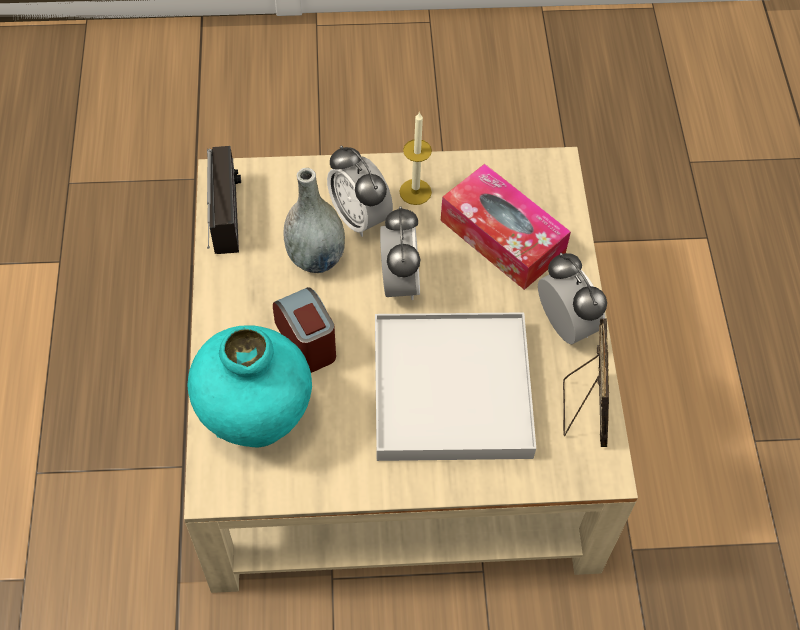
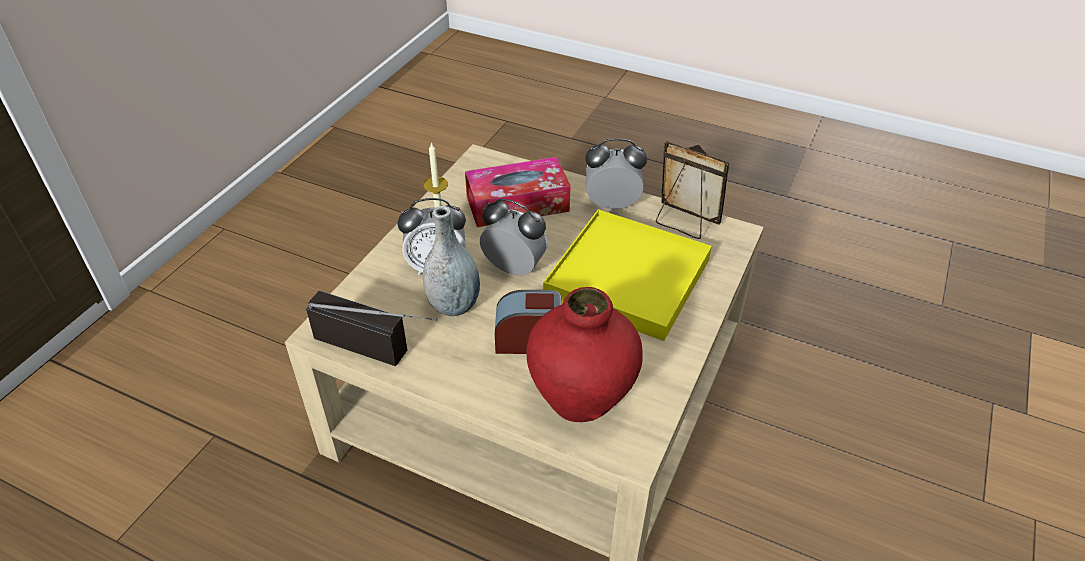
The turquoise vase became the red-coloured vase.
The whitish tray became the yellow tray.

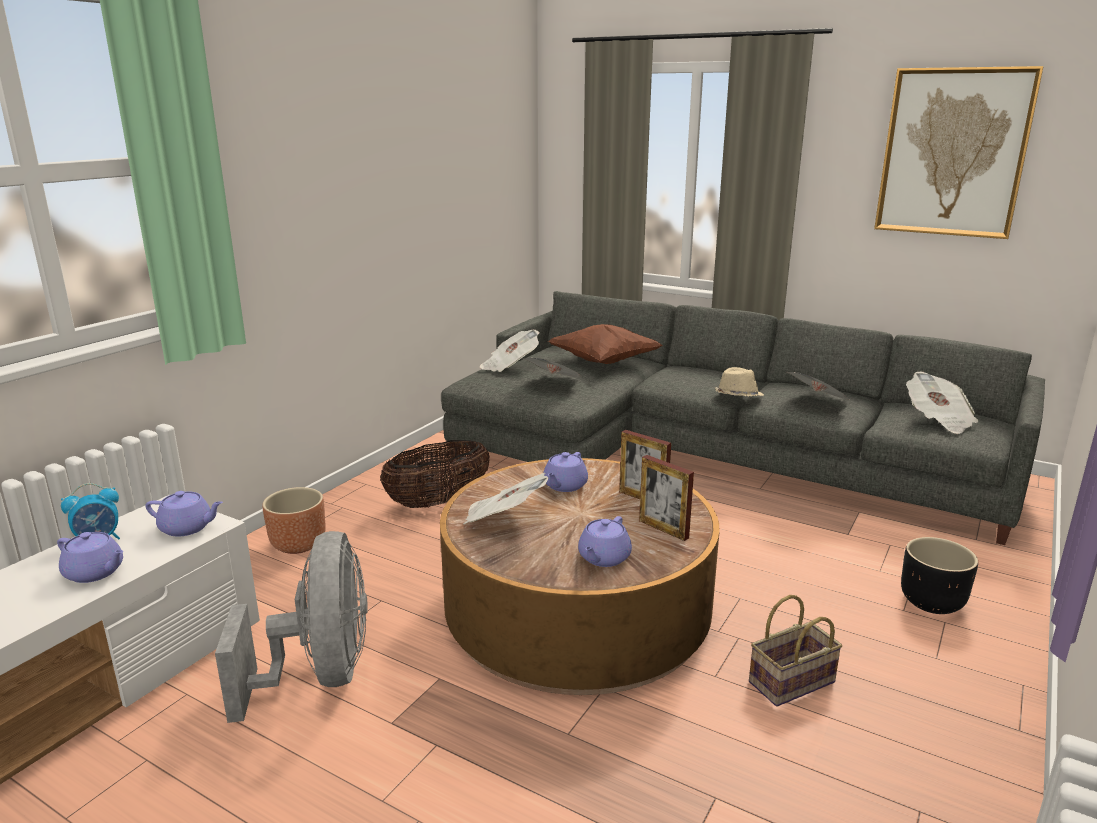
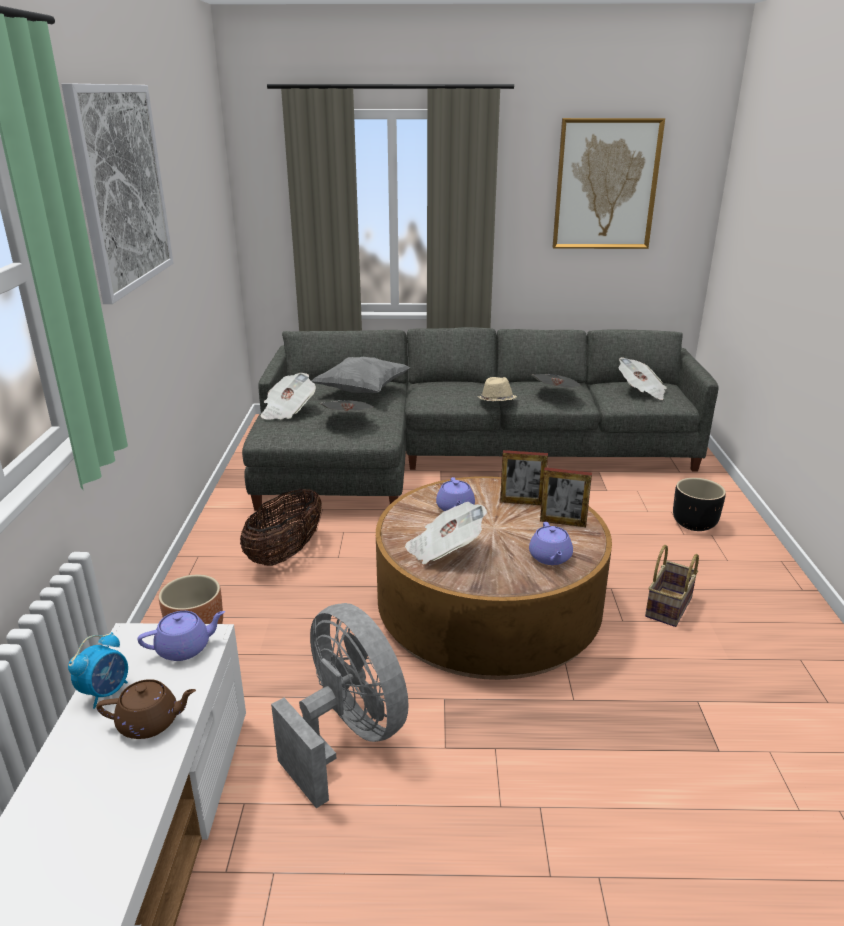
The picture (no. 1 from left) appeared.
The purplish teapot (no. 1 from left) became the brownish teapot.
The brownish pillow became the gray pillow.

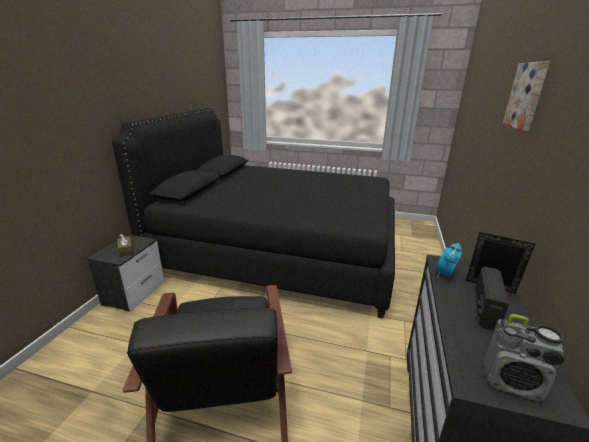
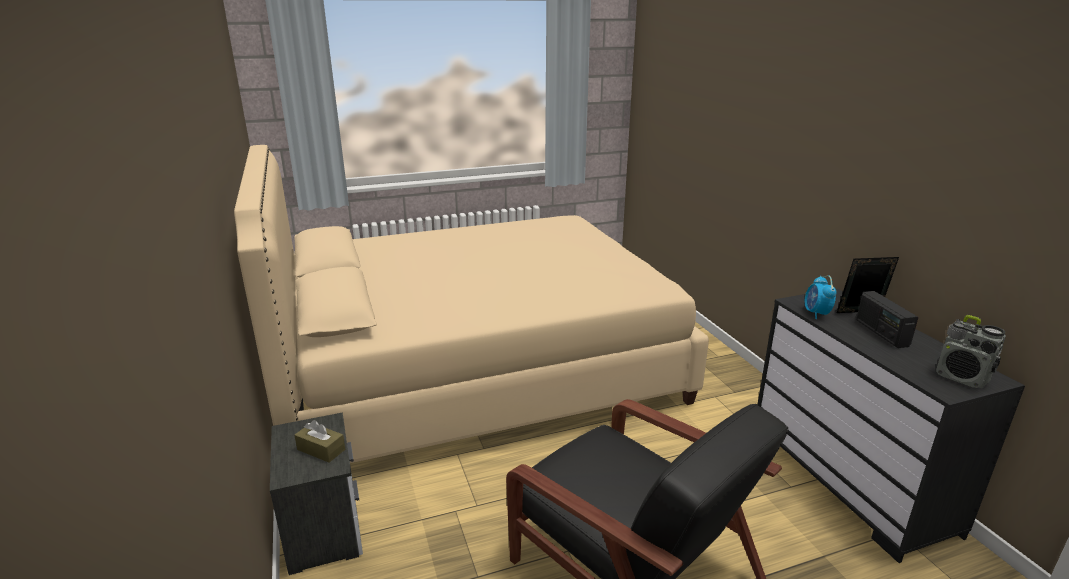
The blackish bedroom bed became the beige-coloured bedroom bed.
The radio receiver (no. 2 from left) turned 60 degrees clockwise.
The picture disappeared.

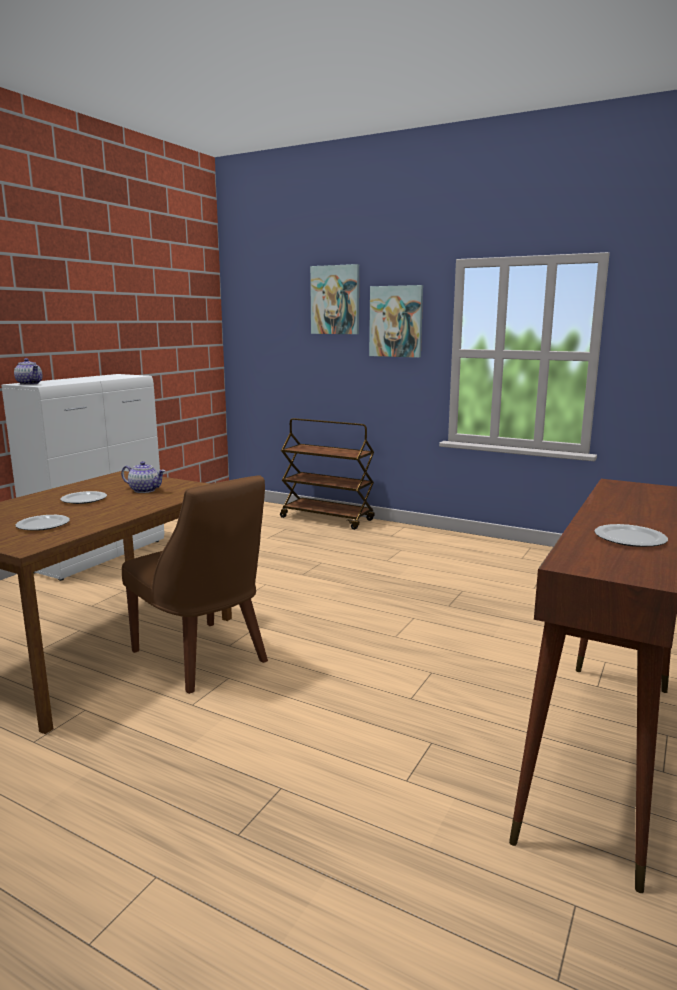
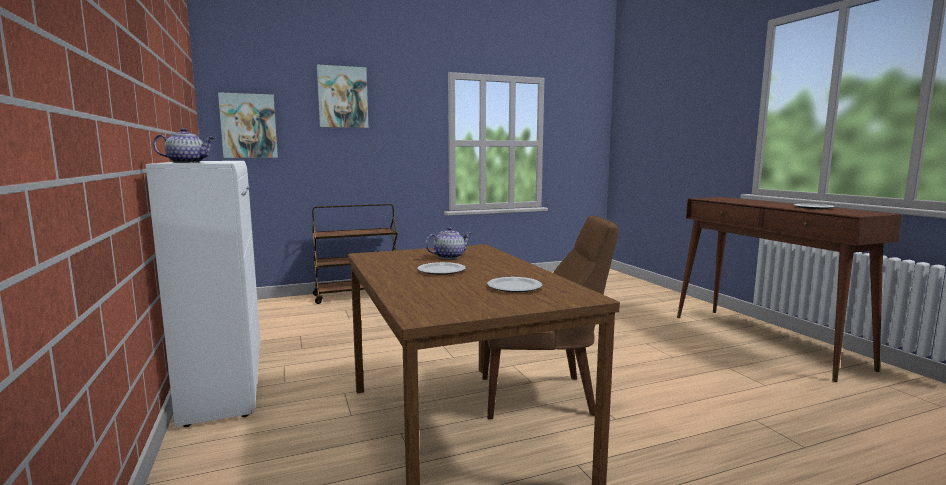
The picture (no. 2 from left in the first image) moved.

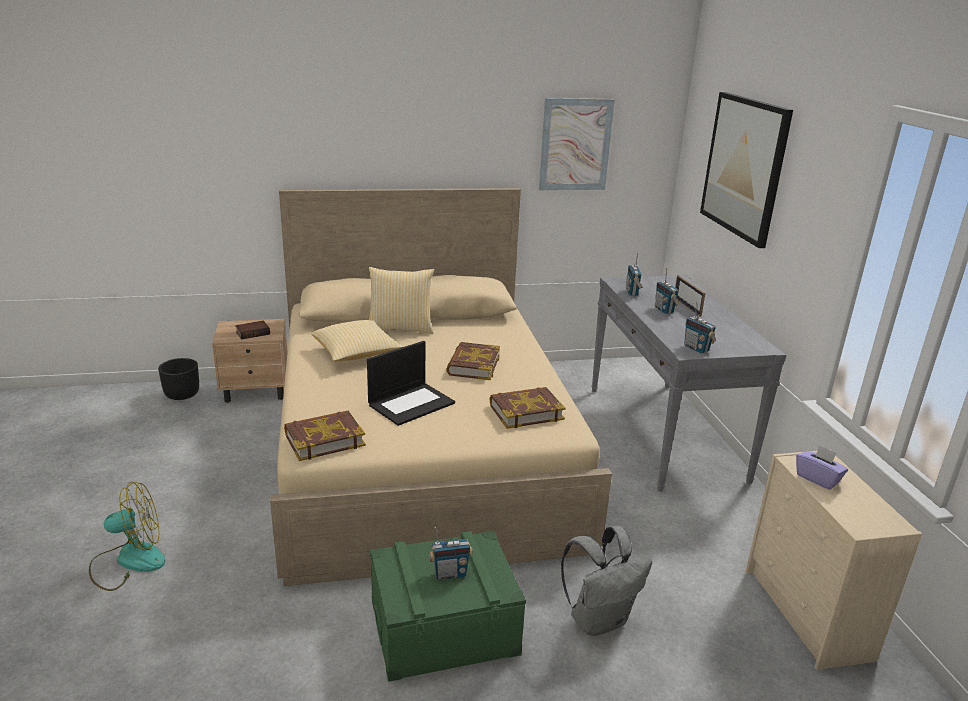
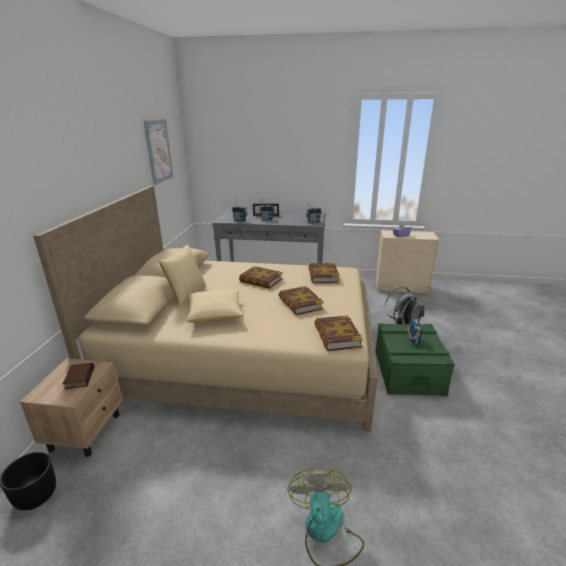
The portable computer was replaced by the volume (no. 3 from left).
The picture (no. 2 from left) disappeared.

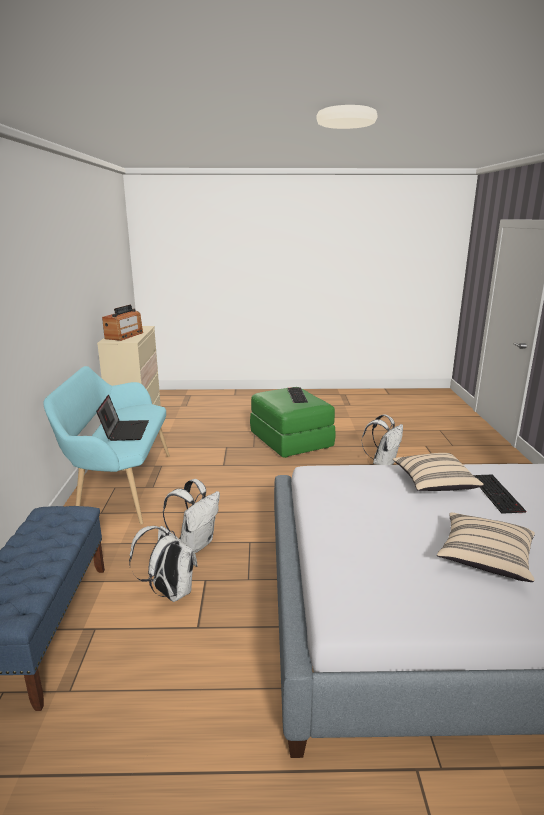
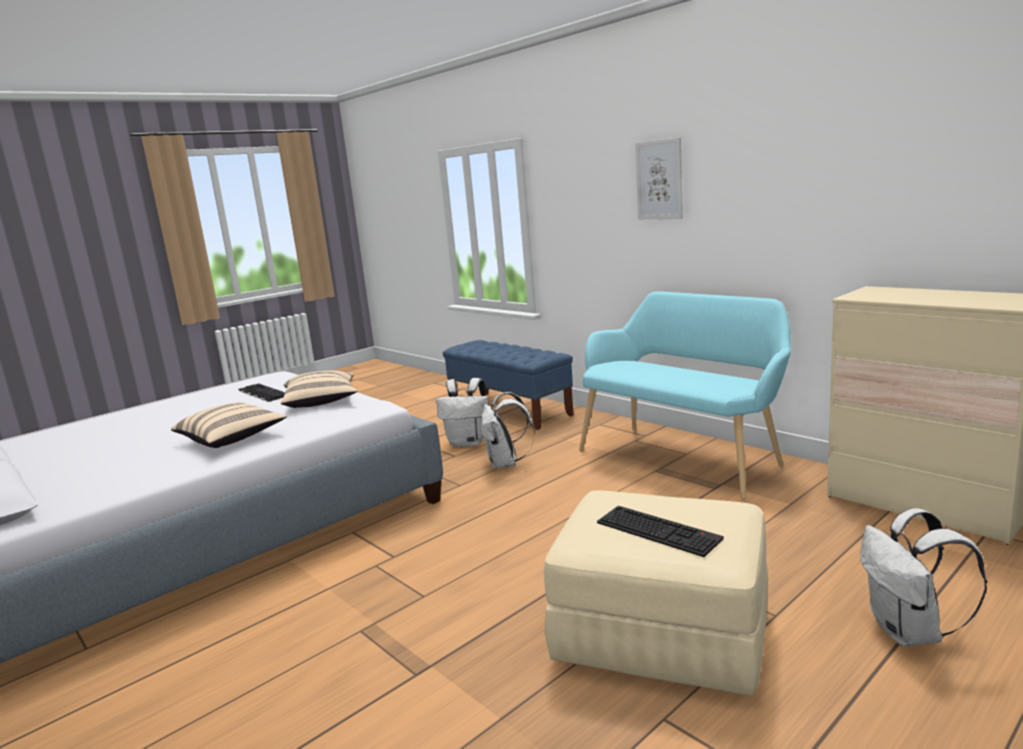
The computer keyboard (no. 2 from left in the first image) moved.
The beige-coloured pillow (no. 2 from left) moved.
The greenish ottoman became the beige-coloured ottoman.
The picture appeared.
The whitish knapsack (no. 3 from left) moved.
The portable computer disappeared.
The radio receiver disappeared.

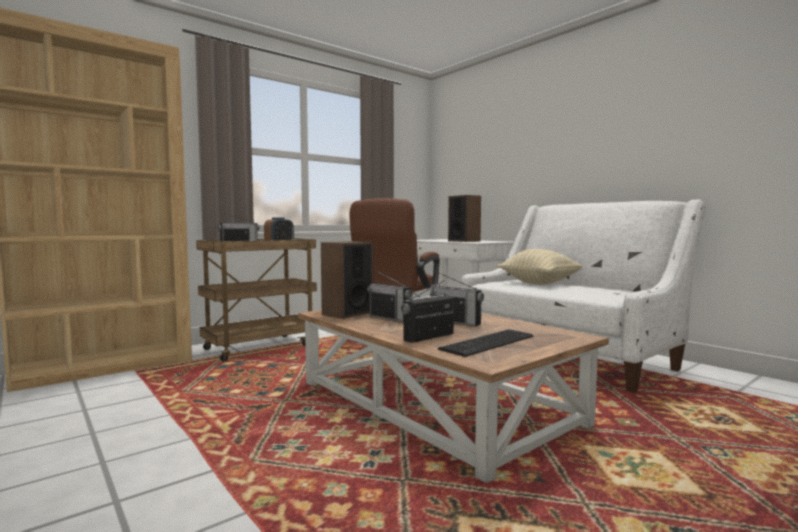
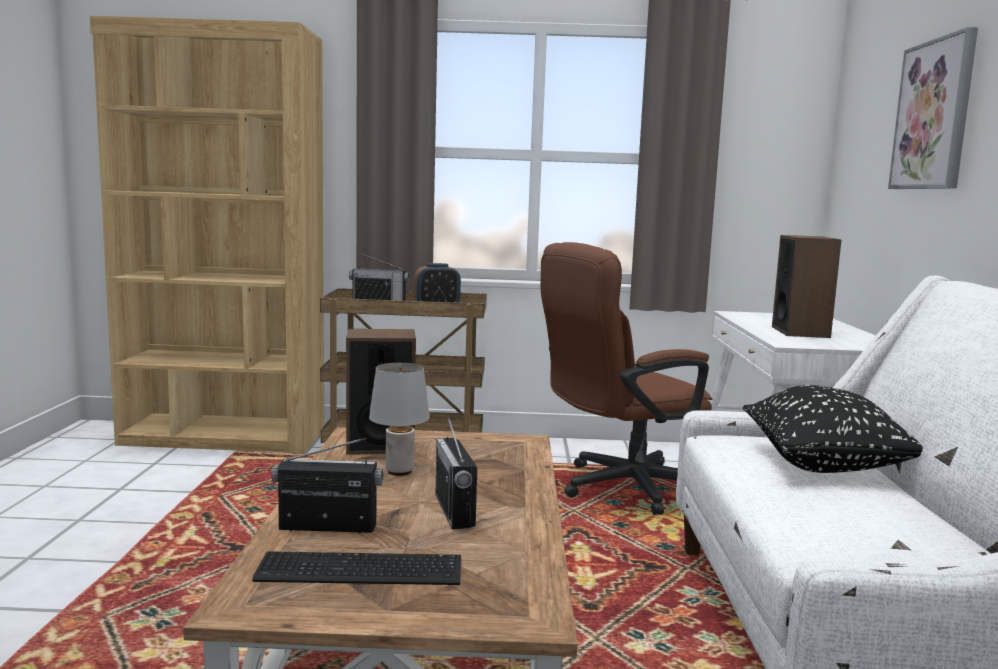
The radio receiver (no. 2 from left) was replaced by the gray lamp for a table.
The beige-coloured pillow became the blackish pillow.
The picture appeared.

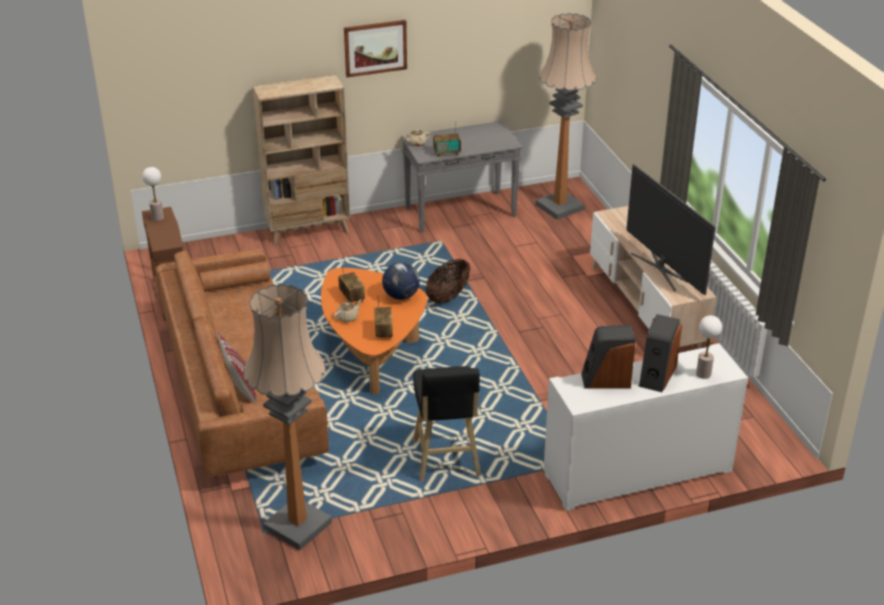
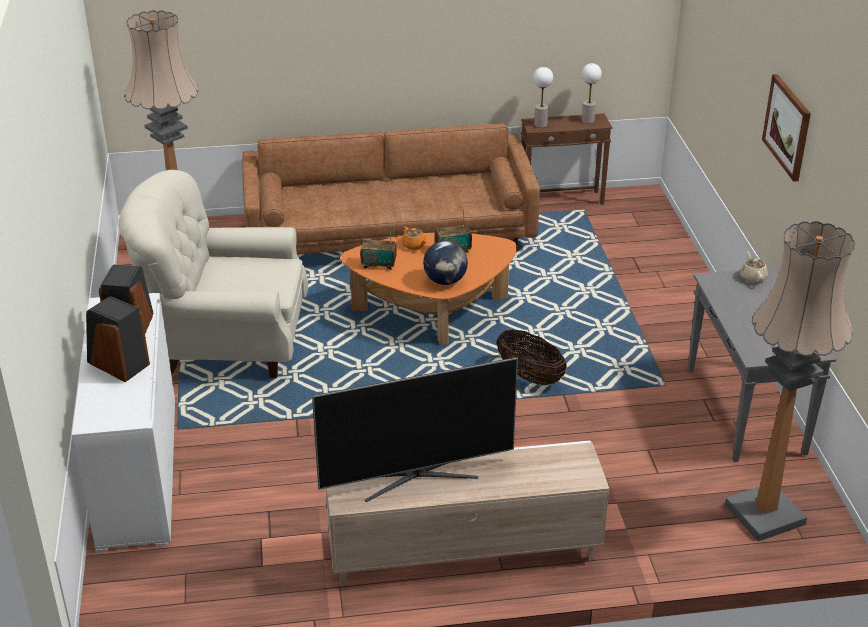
The blackish stool seat was replaced by the beige-coloured lounge chair.
The beige-coloured teapot (no. 1 from left) became the orangey teapot.
The lamp for a table (no. 2 from left in the first image) moved.
The pillow disappeared.
The beige-coloured bookshelf disappeared.
The radio receiver (no. 3 from left) disappeared.

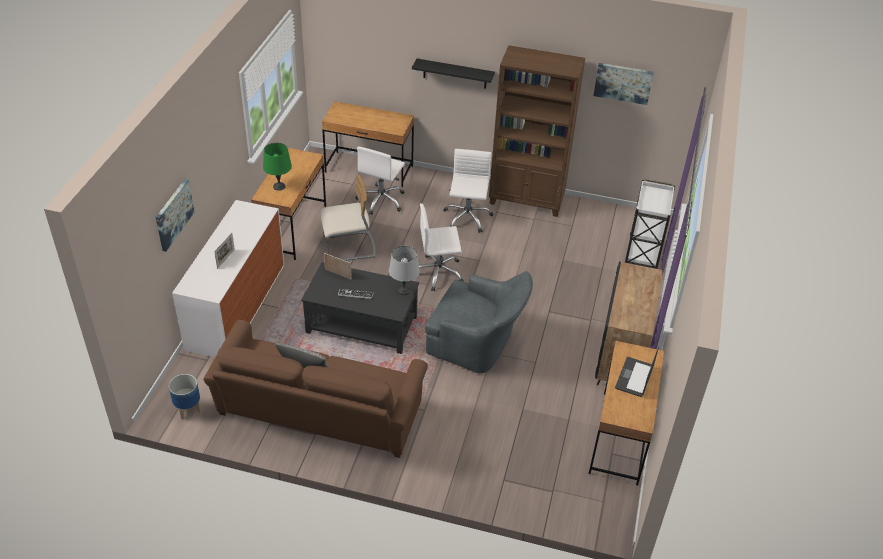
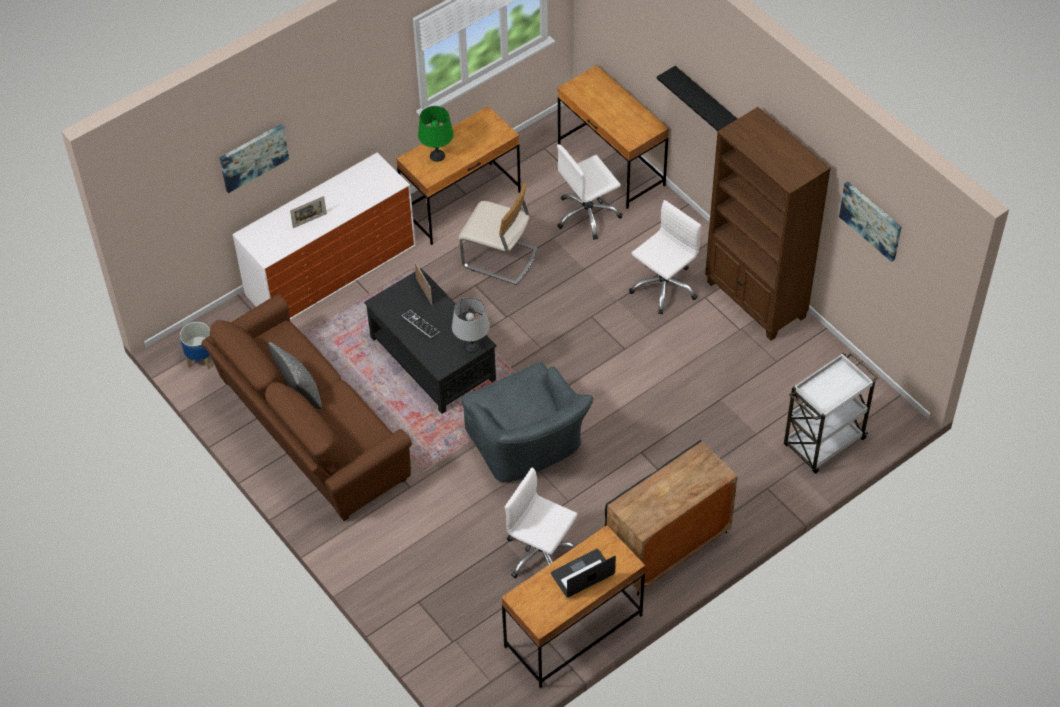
The whitish computer chair (no. 2 from left in the first image) moved.

